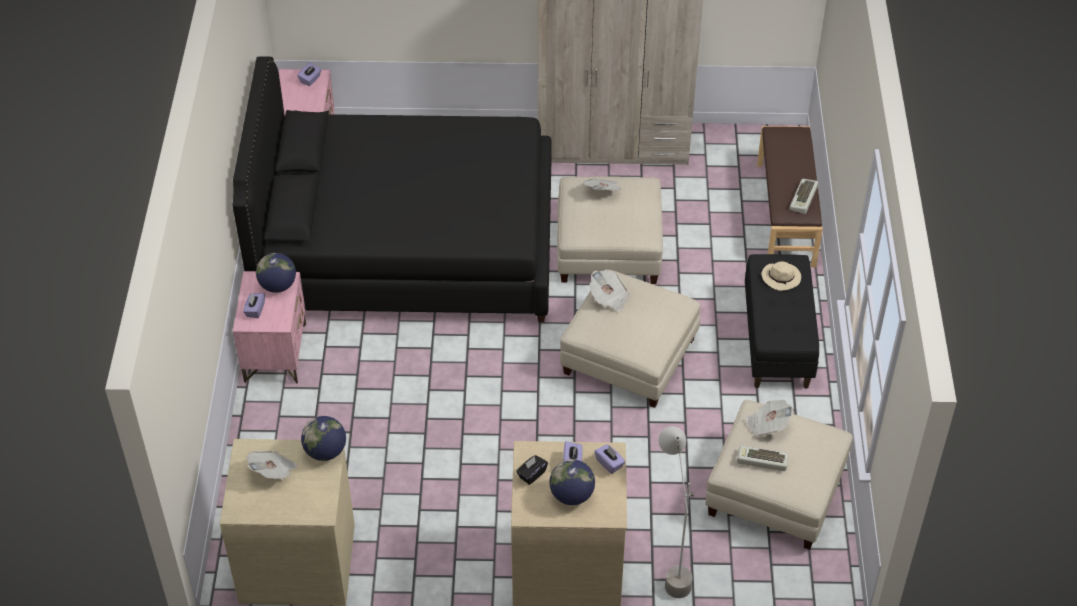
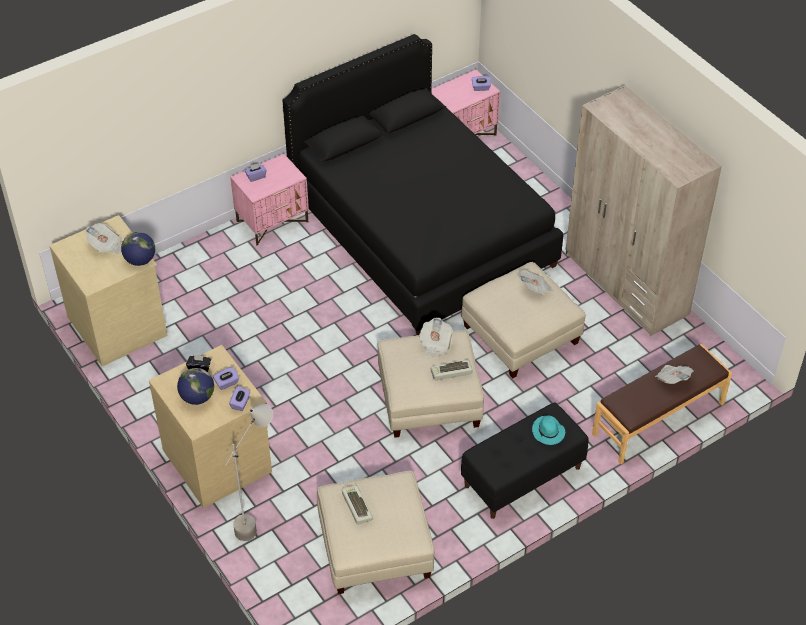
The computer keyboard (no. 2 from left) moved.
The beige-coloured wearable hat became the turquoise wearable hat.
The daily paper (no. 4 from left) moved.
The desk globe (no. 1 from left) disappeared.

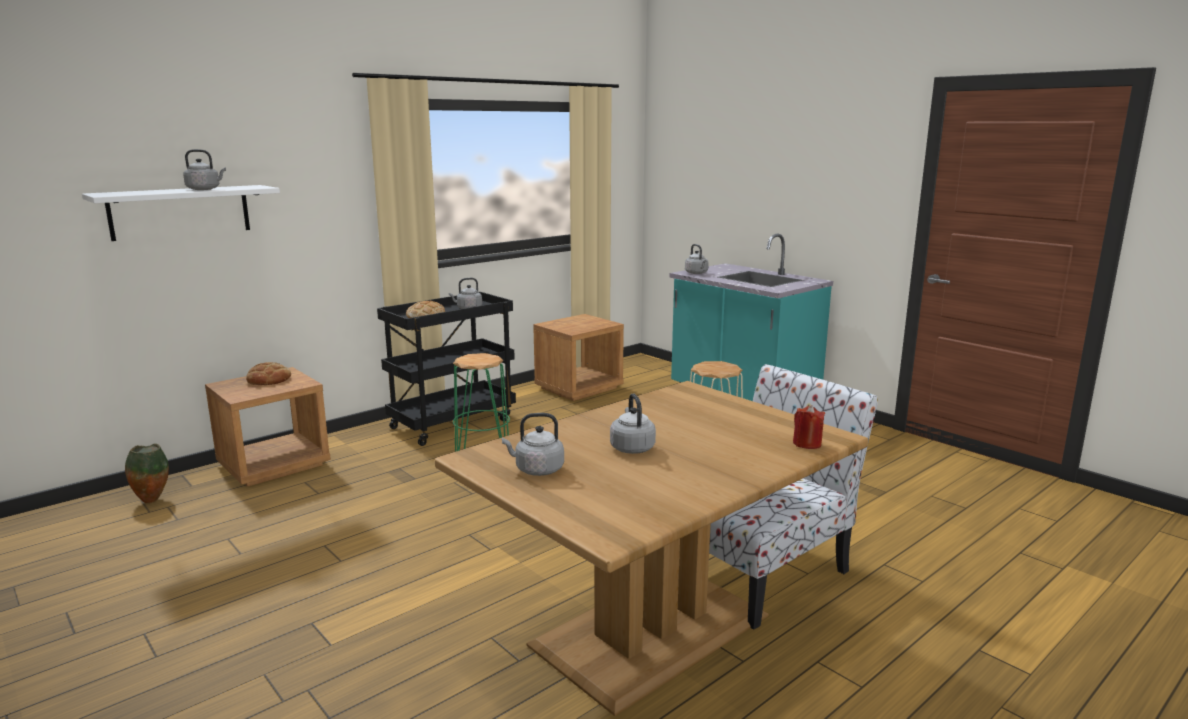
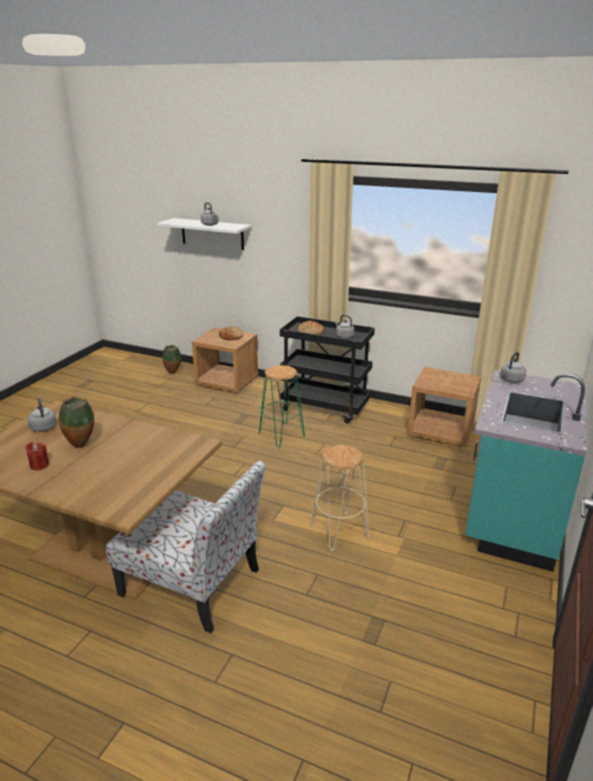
The red-coloured wax light moved.
The gray tea kettle (no. 4 from left) was replaced by the vase (no. 1 from left).

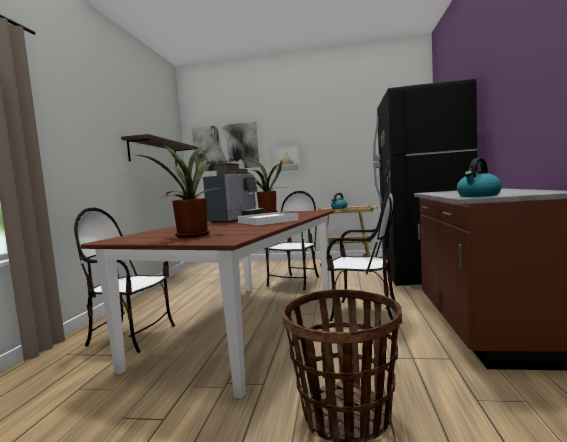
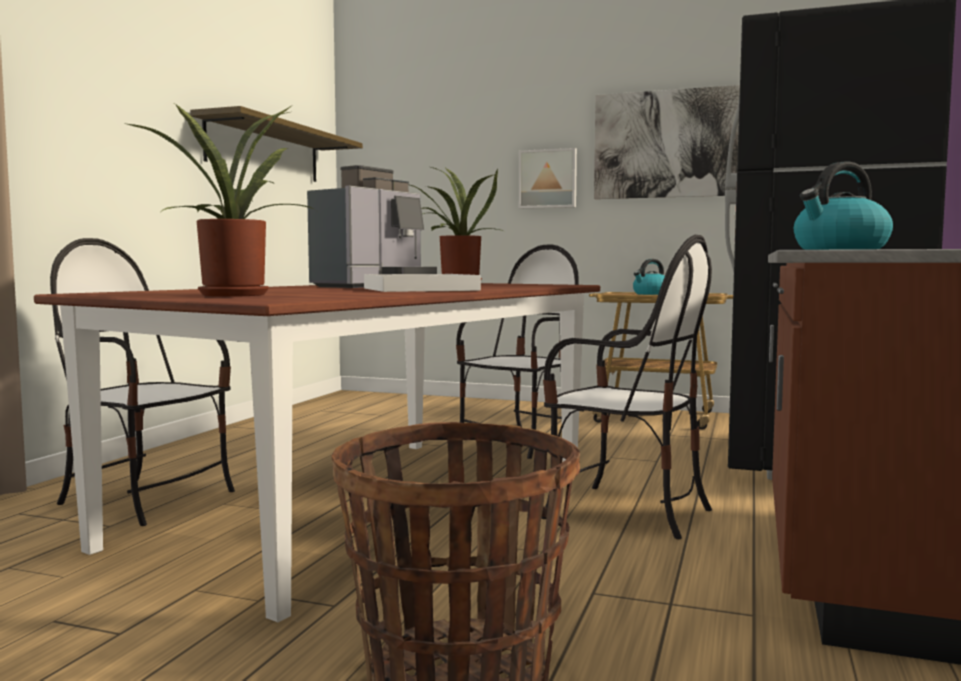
The picture (no. 1 from left in the first image) moved.

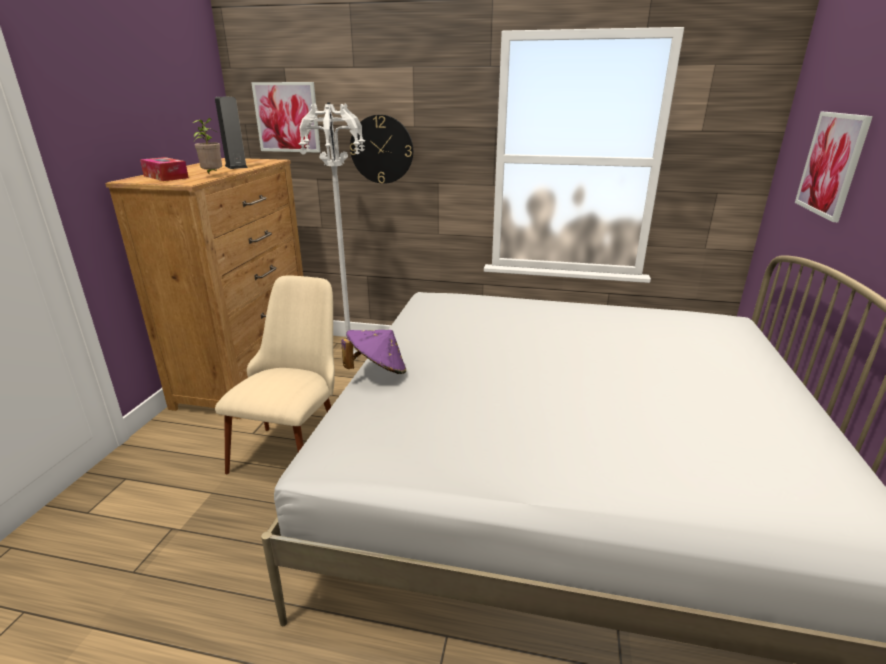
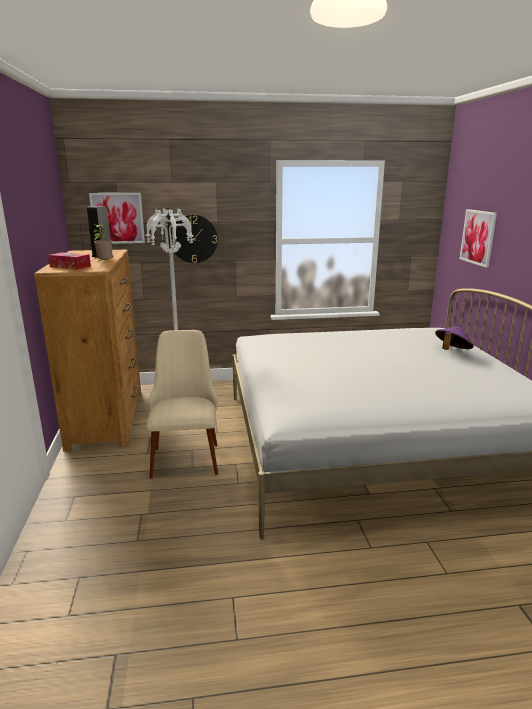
The purplish wearable hat moved.

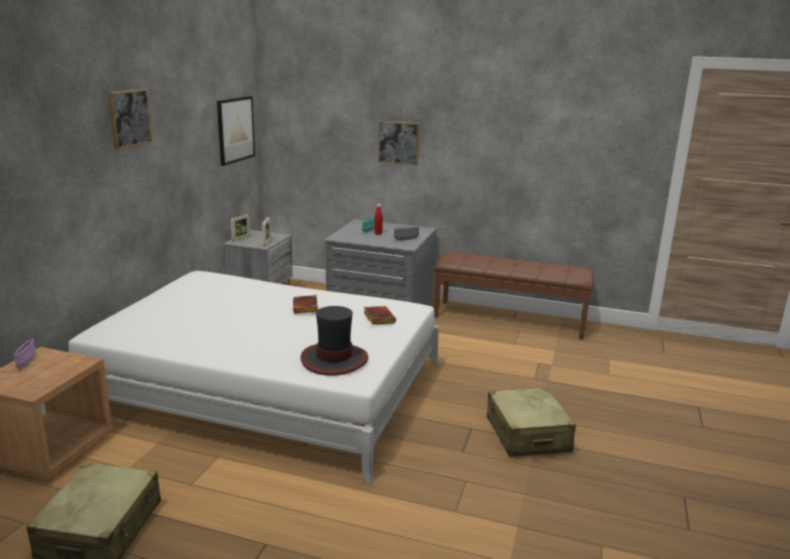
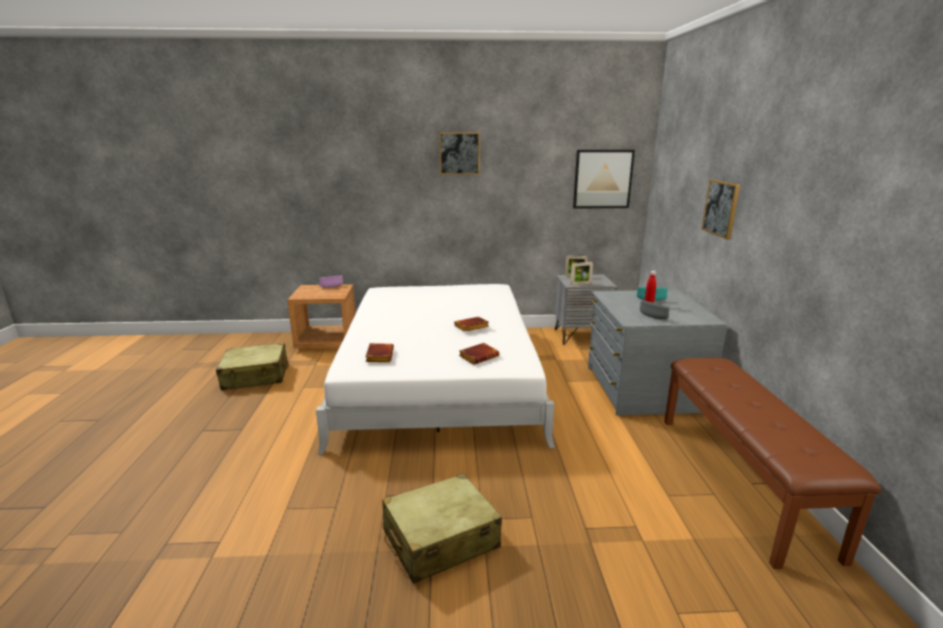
The wearable hat was replaced by the brownish volume (no. 1 from left).

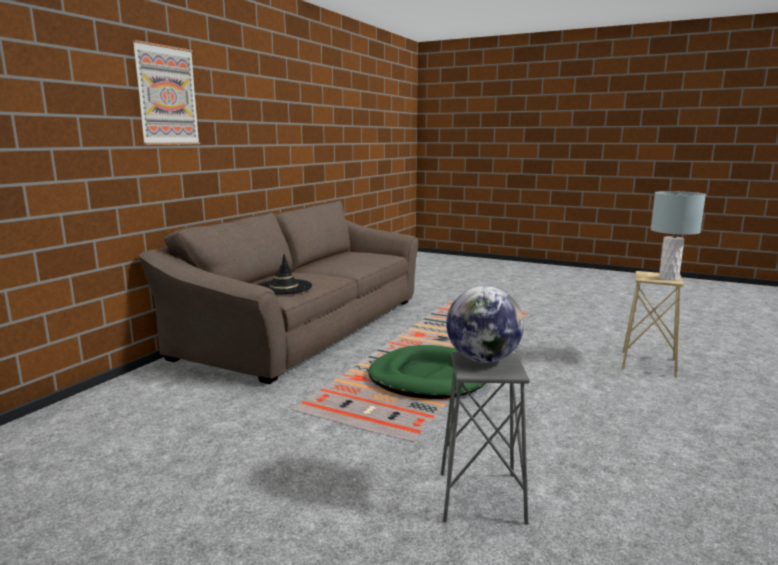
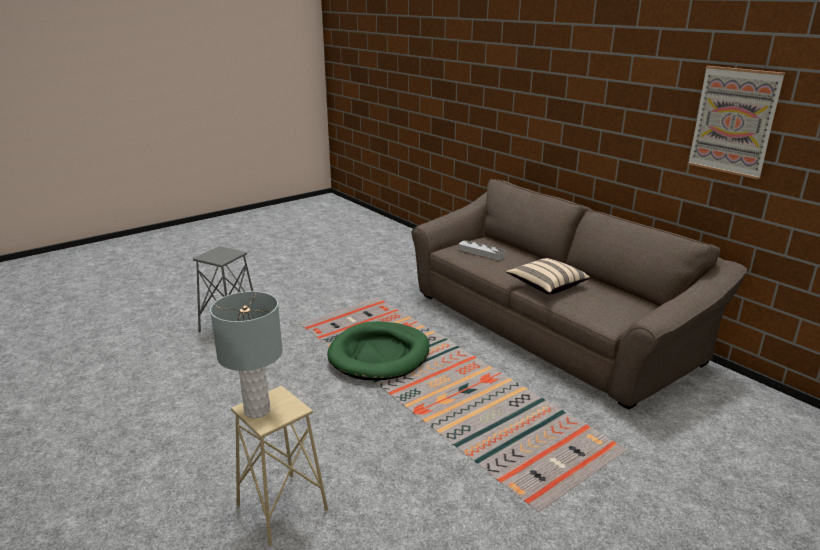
The blackish wearable hat was replaced by the gray tray.
The beige-coloured pillow appeared.
The picture moved.
The desk globe disappeared.

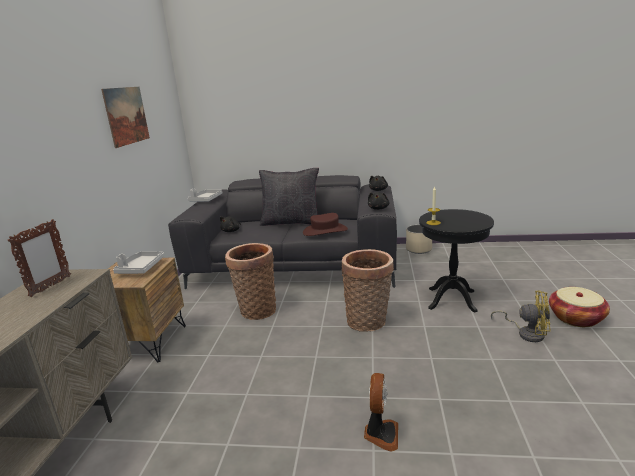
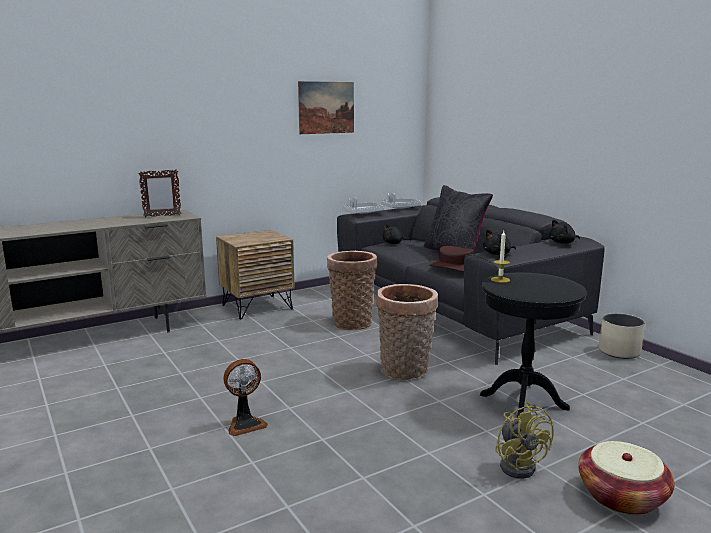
The gray tray (no. 1 from left) moved.

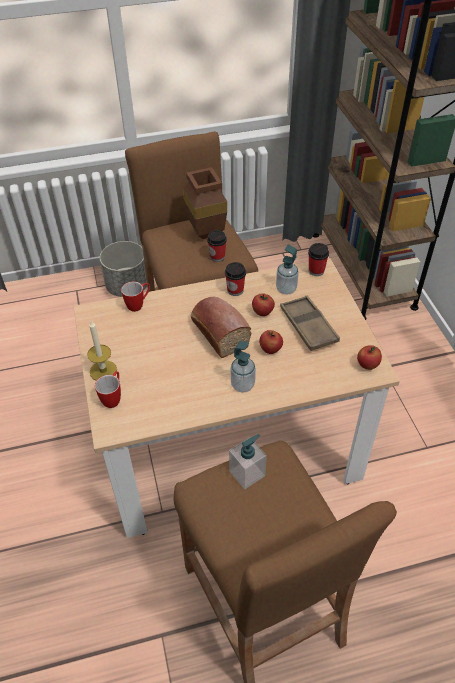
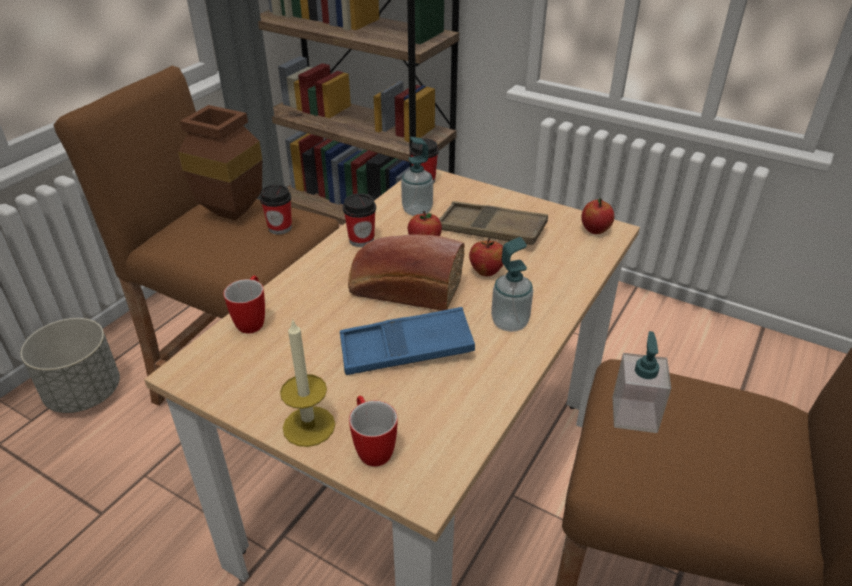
The blue tray appeared.

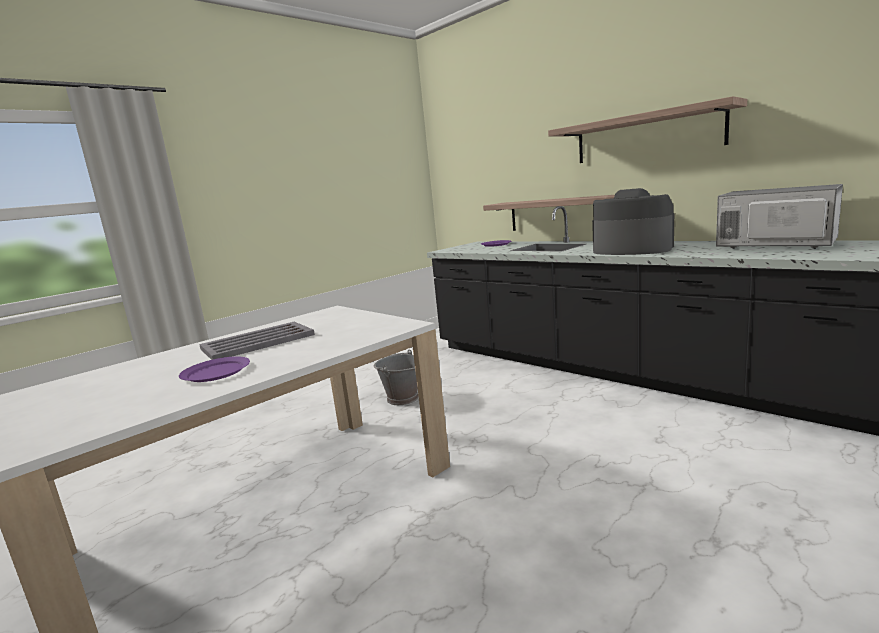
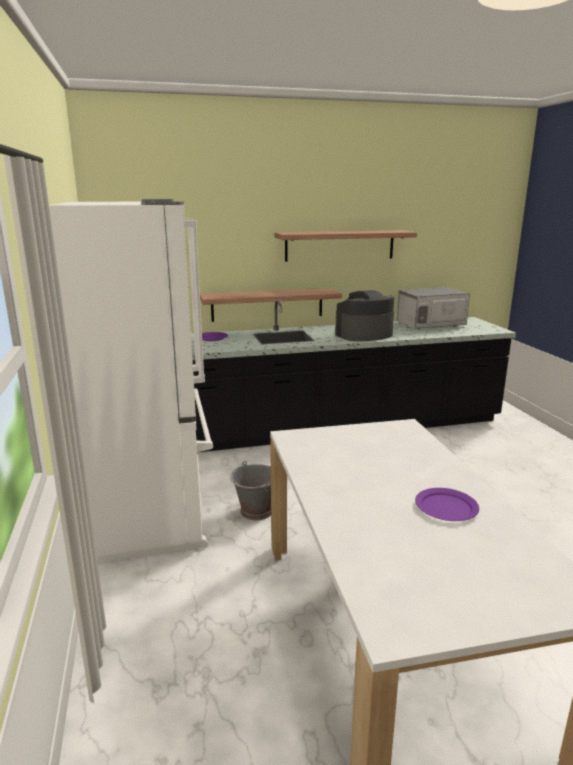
The whitish kitchen fridge appeared.
The gray tray disappeared.

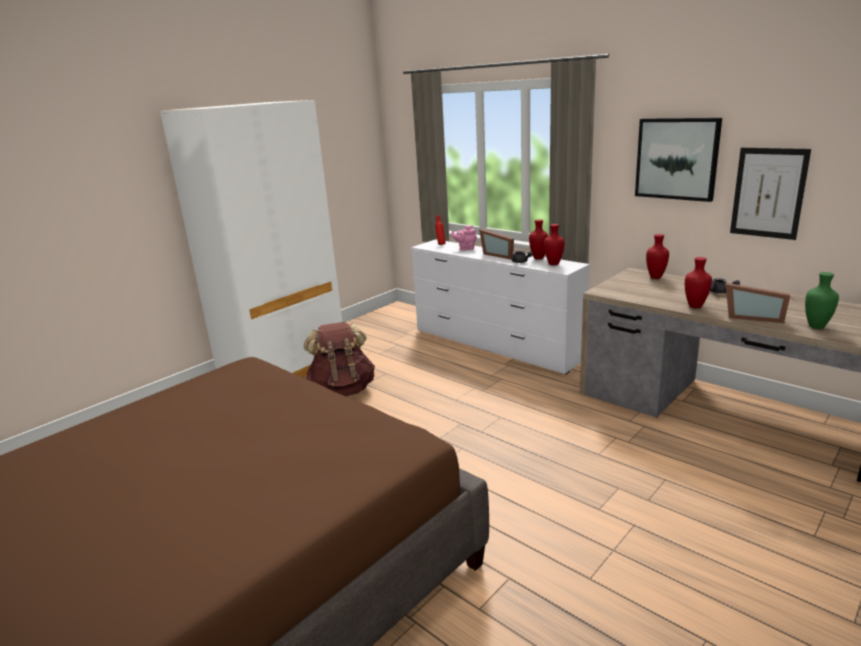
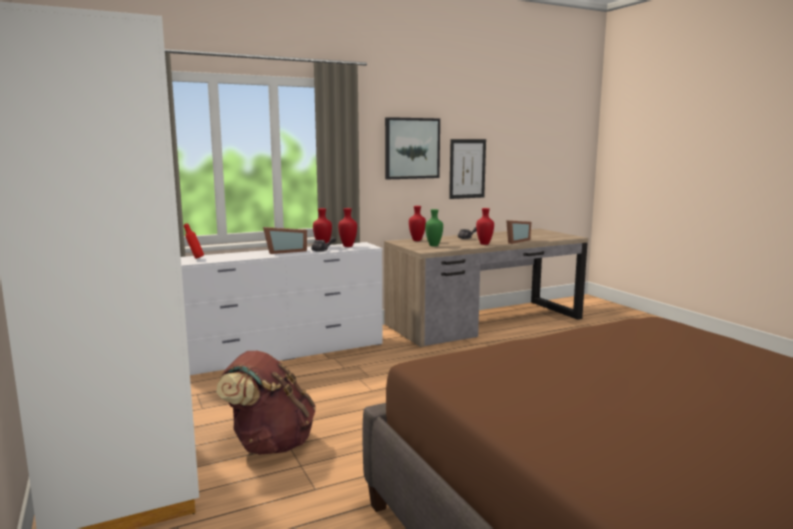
The greenish vase moved.
The pinkish teapot disappeared.

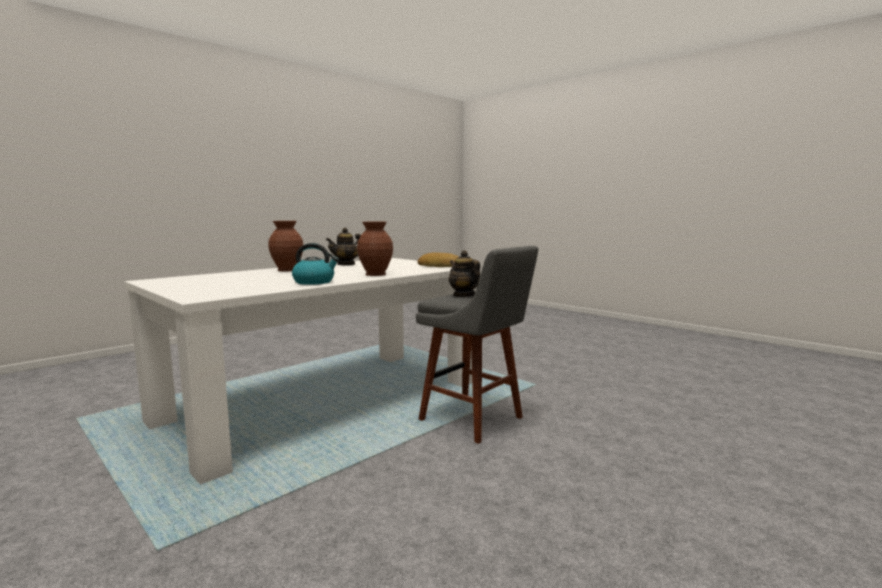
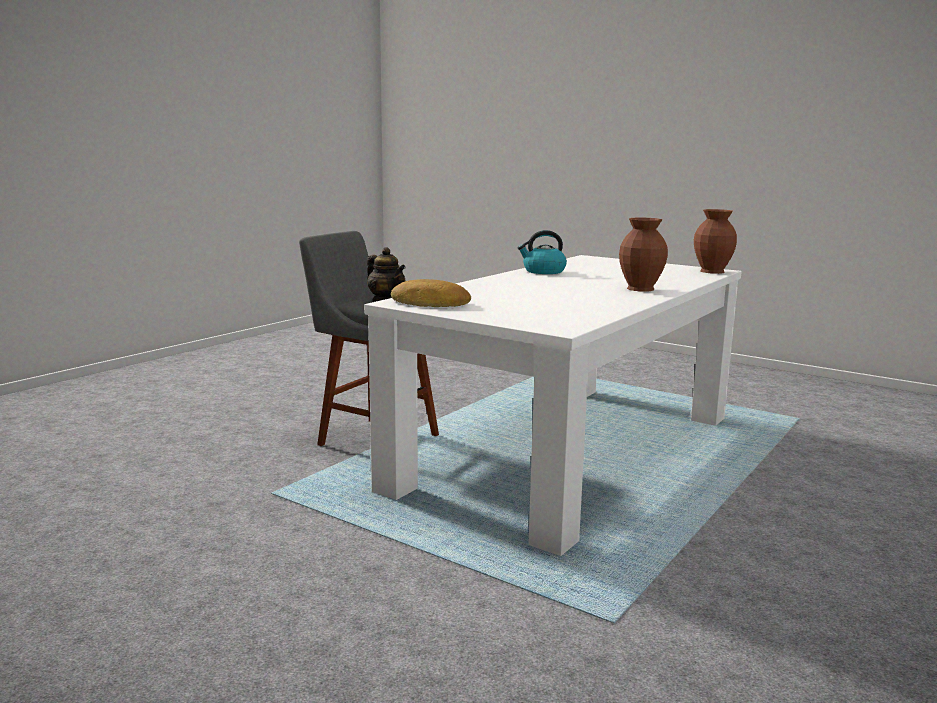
The brownish vase (no. 2 from left) moved.
The teapot (no. 1 from left) disappeared.

